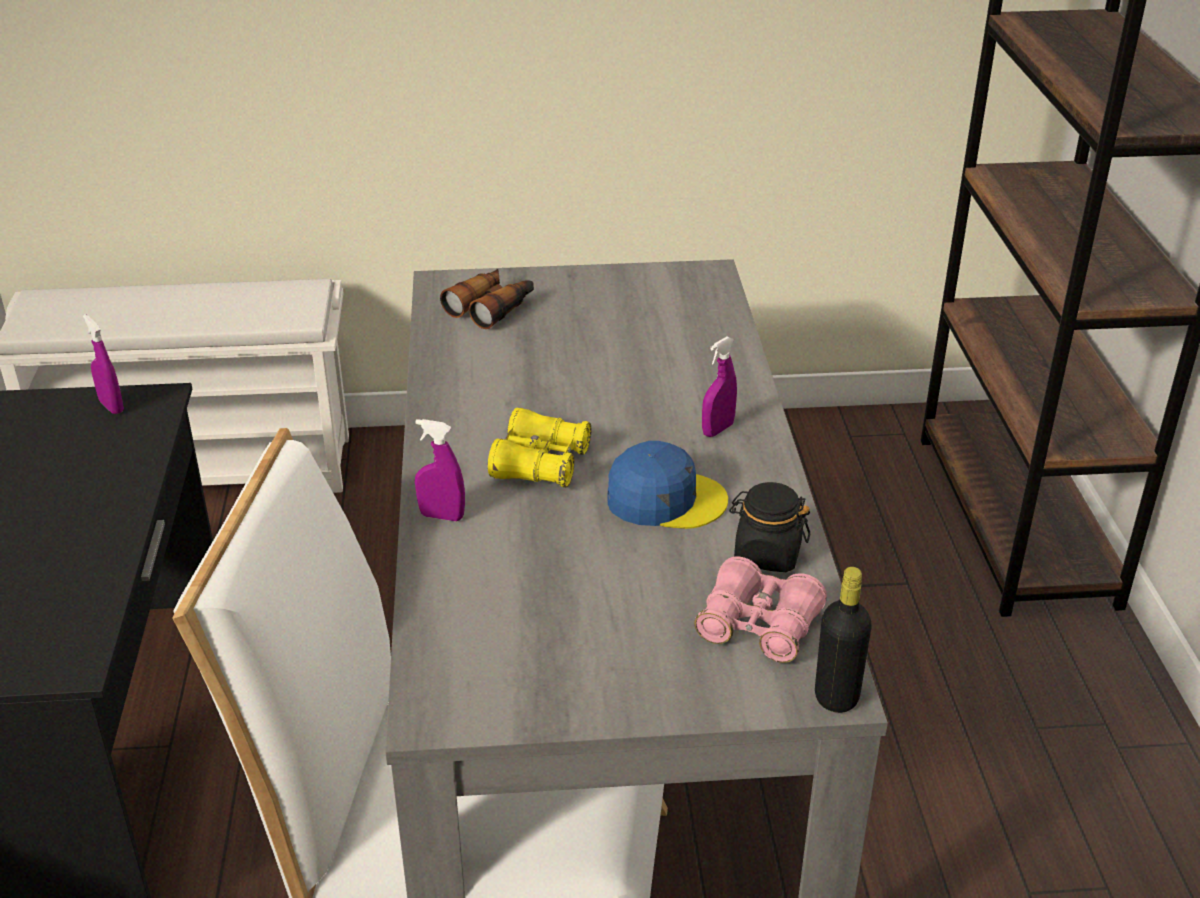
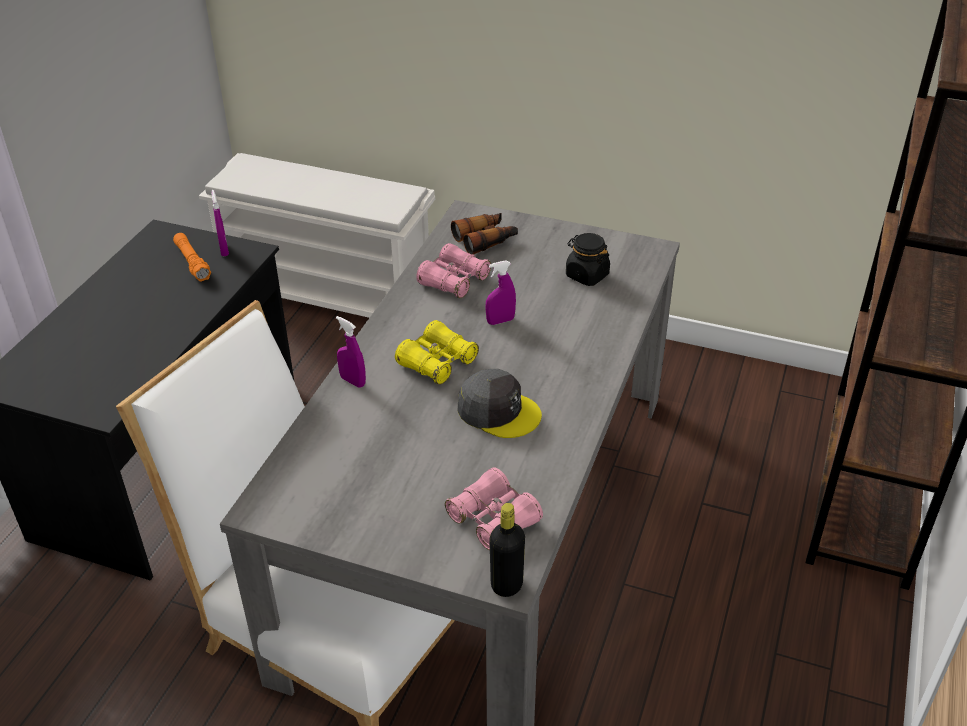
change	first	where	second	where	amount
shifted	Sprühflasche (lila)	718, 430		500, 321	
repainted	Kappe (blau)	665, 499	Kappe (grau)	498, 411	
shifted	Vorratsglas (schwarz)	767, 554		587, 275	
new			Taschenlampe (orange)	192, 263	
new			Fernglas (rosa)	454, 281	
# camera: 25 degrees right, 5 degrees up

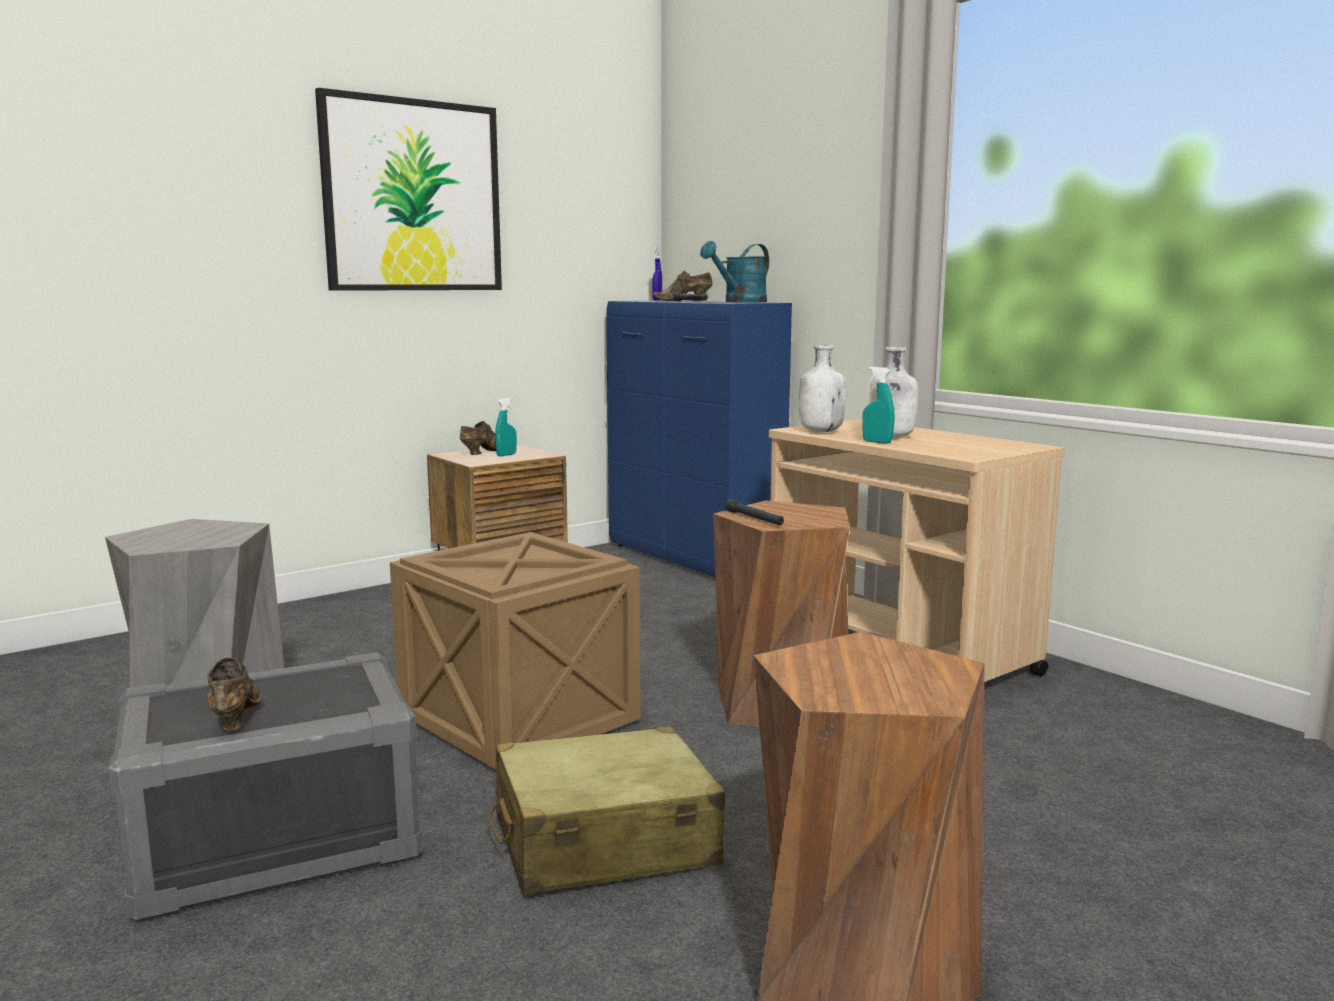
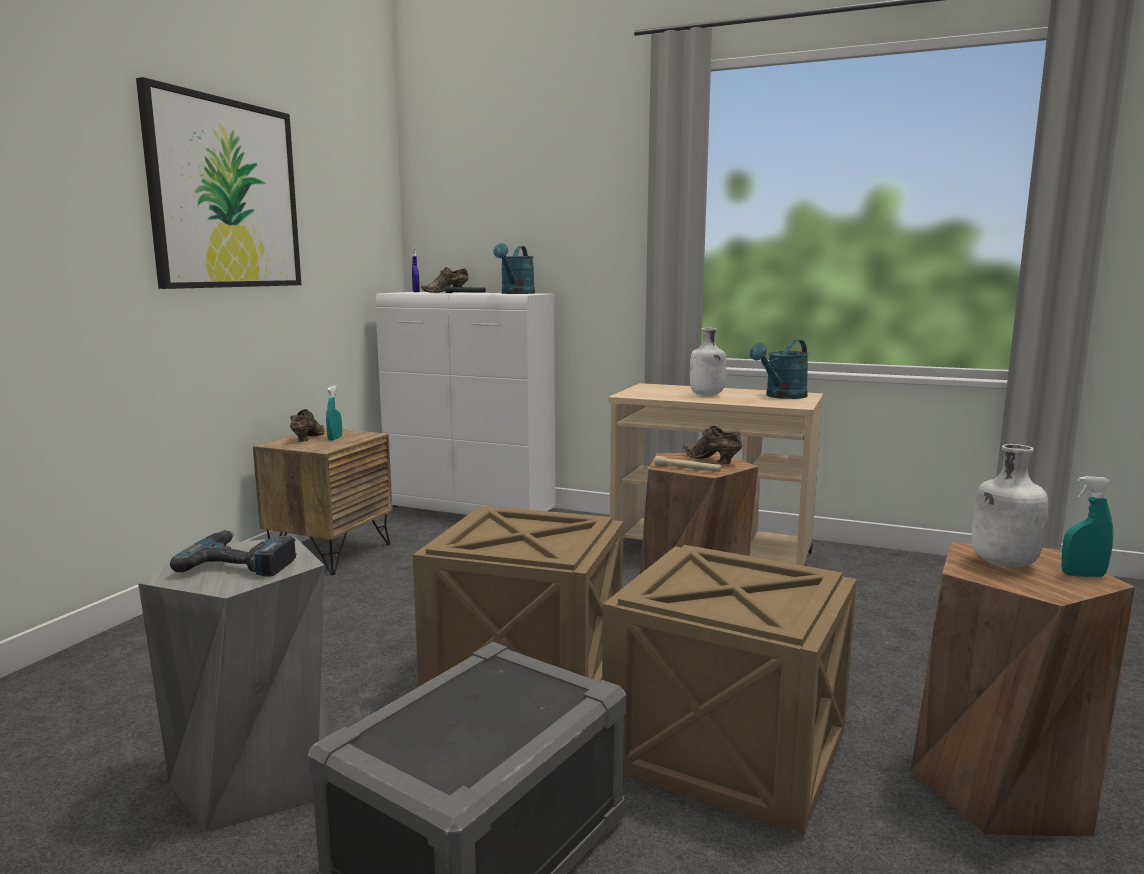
change	first	where	second	where	amount
repainted	Schrank (blau)	694, 559	Schrank (weiß)	471, 509	
shifted	Flasche (weiß)	820, 431		1002, 563	
shifted	Sprühflasche (türkis)	877, 442		1083, 575	
repainted	Taschenlampe (schwarz)	754, 519	Taschenlampe (beige)	687, 469	
shifted	Schuh (braun)	235, 717		712, 460	
swapped	Koffer (beige)	603, 841	Kiste	730, 753	
new			Gießkanne (türkis)	782, 396	
new			Bohrmaschine	242, 562	
# camera: 30 degrees left, 0 degrees up

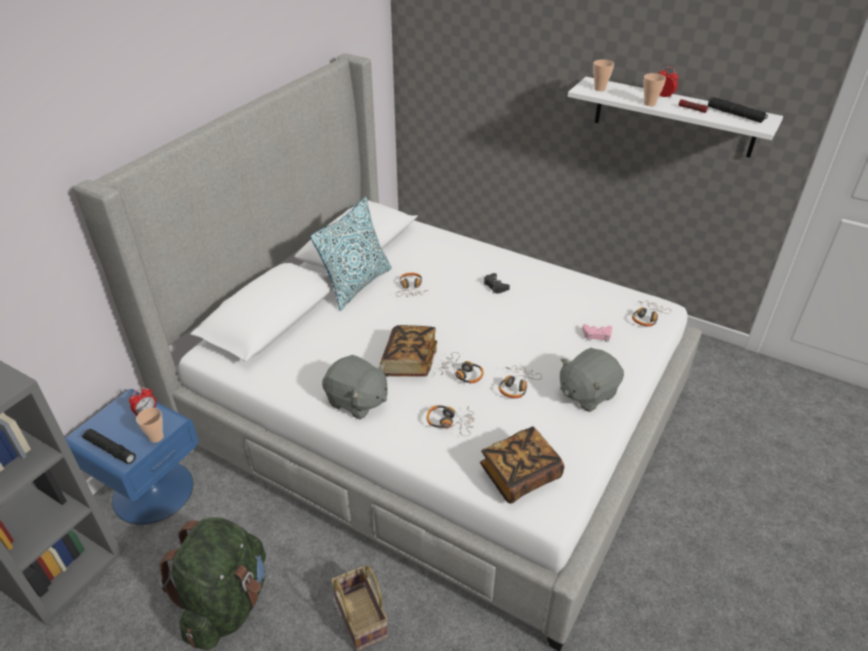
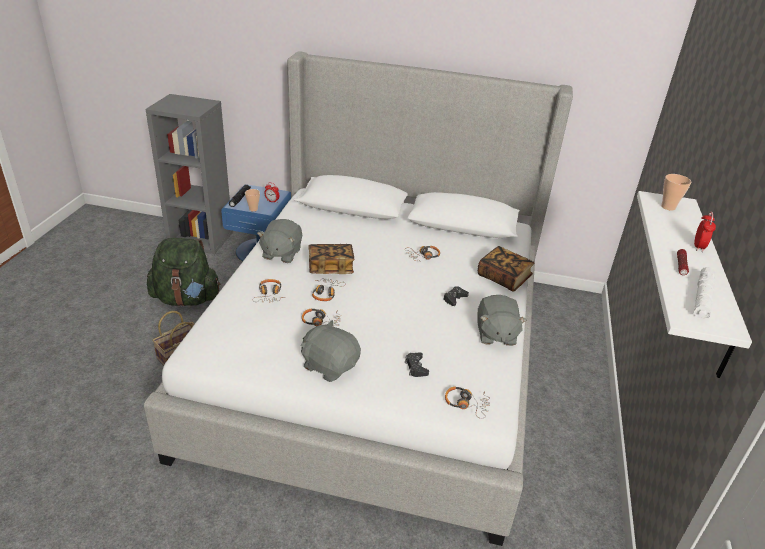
change	first	where	second	where	amount
gone	Tasse	649, 103			
repainted	Taschenlampe (schwarz)	735, 115	Taschenlampe (weiß)	702, 298	
gone	Kissen	357, 285			
repainted	Gamepad (rosa)	597, 335	Gamepad (schwarz)	416, 367	
shifted	Buch	520, 475		503, 278	
new			Plüschtier (grau)	495, 334	
# camera: 70 degrees right, 5 degrees down

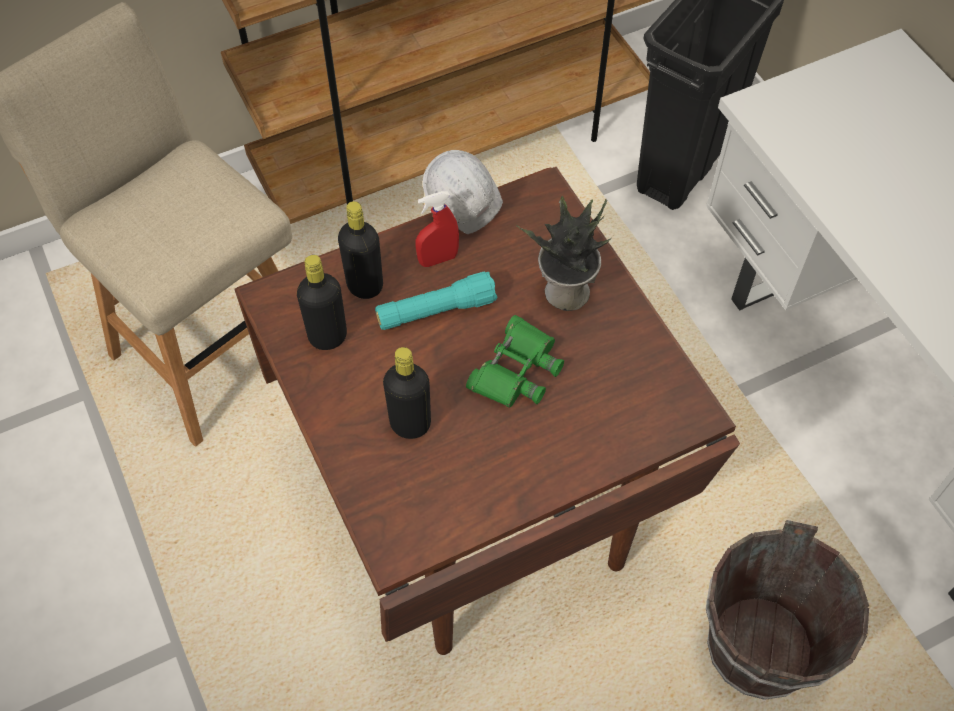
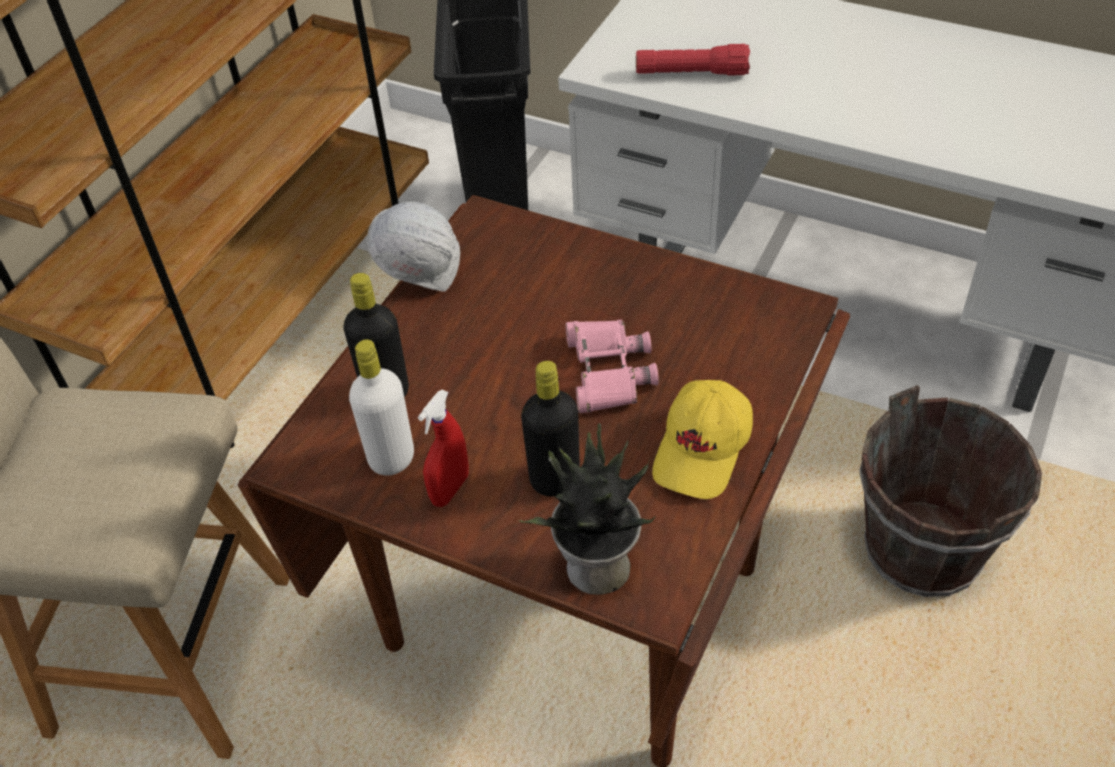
change	first	where	second	where	amount
shifted	Sprühflasche (rot)	438, 259		450, 489	
shifted	Topfpflanze	565, 292		597, 569	
repainted	Flasche (schwarz)	327, 336	Flasche (weiß)	391, 458	
gone	Taschenlampe (türkis)	436, 311			
repainted	Fernglas (grün)	516, 370	Fernglas (rosa)	607, 371	
new			Taschenlampe (rot)	691, 73	
new			Kappe (gelb)	703, 450	
# camera: 35 degrees left, 10 degrees down

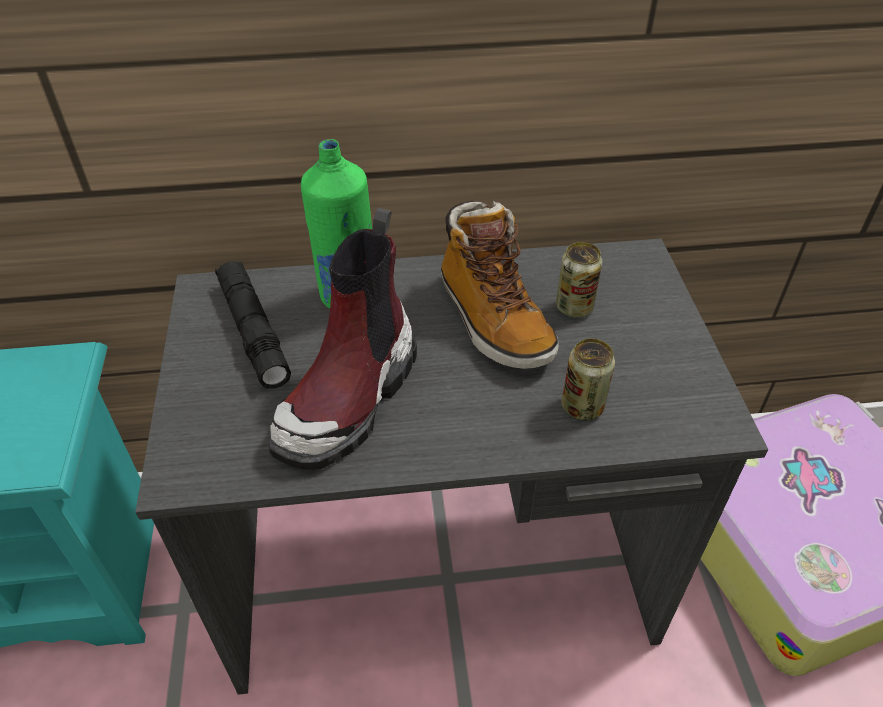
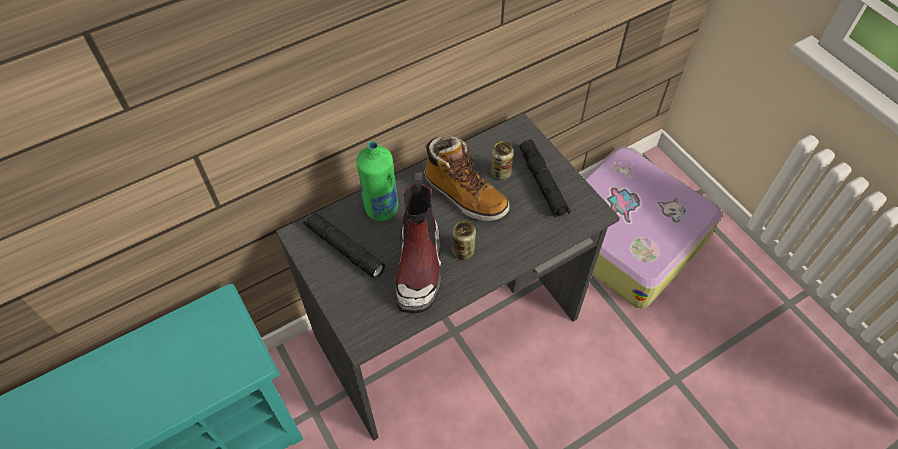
change	first	where	second	where	amount
shifted	Dose	582, 407		463, 251	
new			Taschenlampe (schwarz)	542, 183	
# camera: 25 degrees left, 10 degrees up

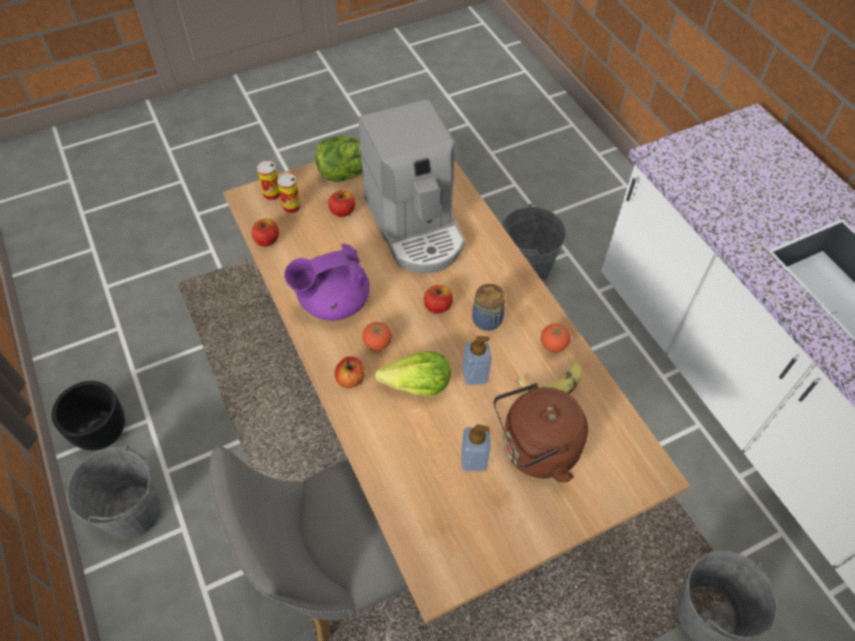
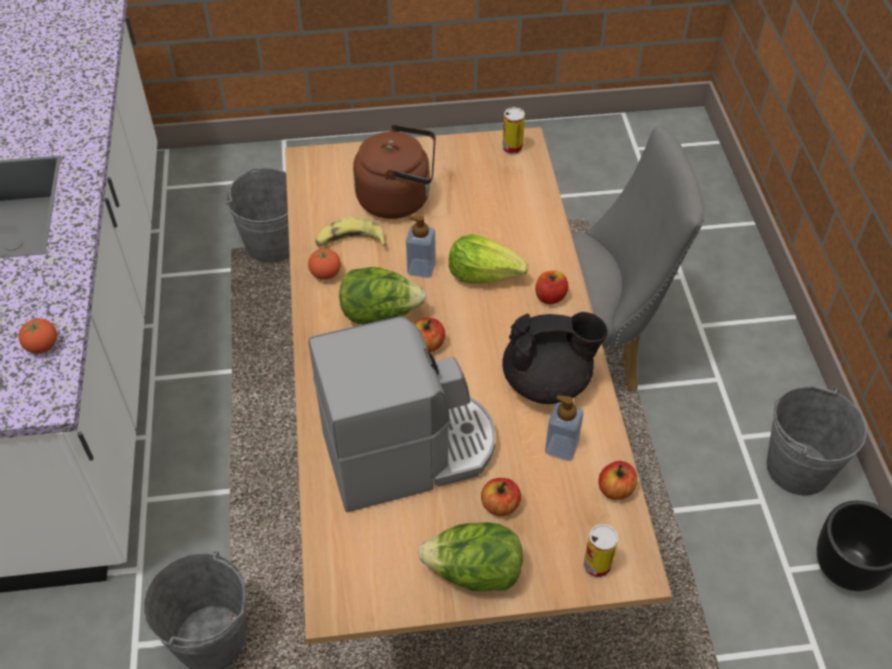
change	first	where	second	where	amount
rotated	Kaffeemaschine	416, 227		409, 452	75 degrees clockwise
shifted	Dose	292, 207		512, 148	
repainted	Teekanne (lila)	332, 302	Teekanne (schwarz)	548, 381	
swapped	Vorratsglas	487, 321	Salatkopf	380, 314	
shifted	Tomate	377, 343		42, 346	
shifted	Seifenspender	473, 460		561, 447	
# camera: 160 degrees left, 5 degrees down

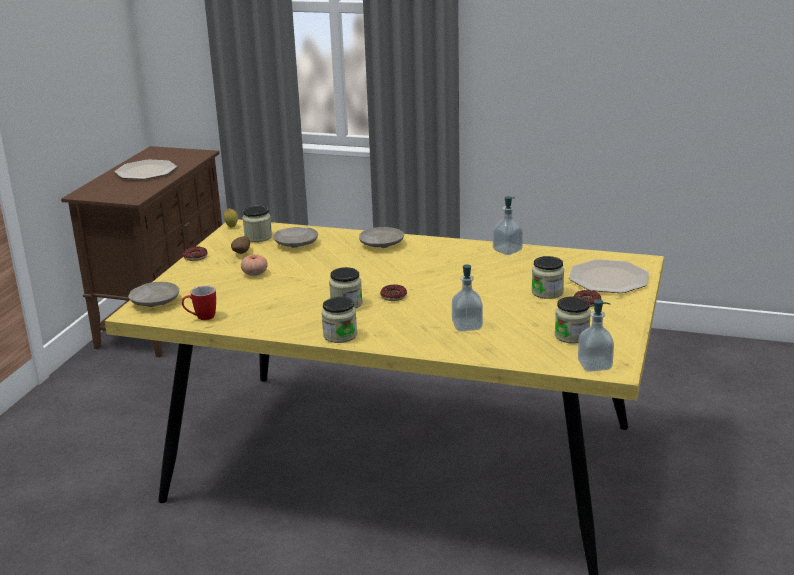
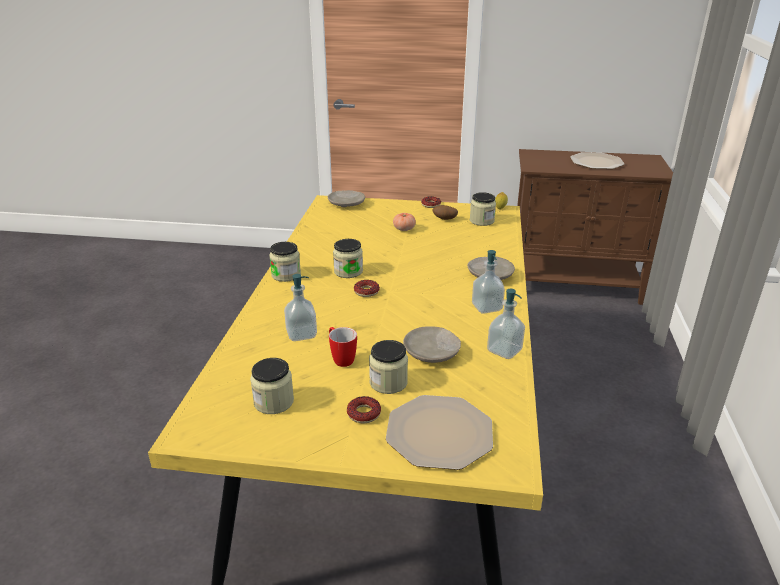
change	first	where	second	where	amount
shifted	Teller (beige)	296, 243		432, 352	
shifted	Henkelbecher	201, 318		341, 359	
shifted	Seifenspender	594, 365		486, 307	
# camera: 80 degrees right, 5 degrees up

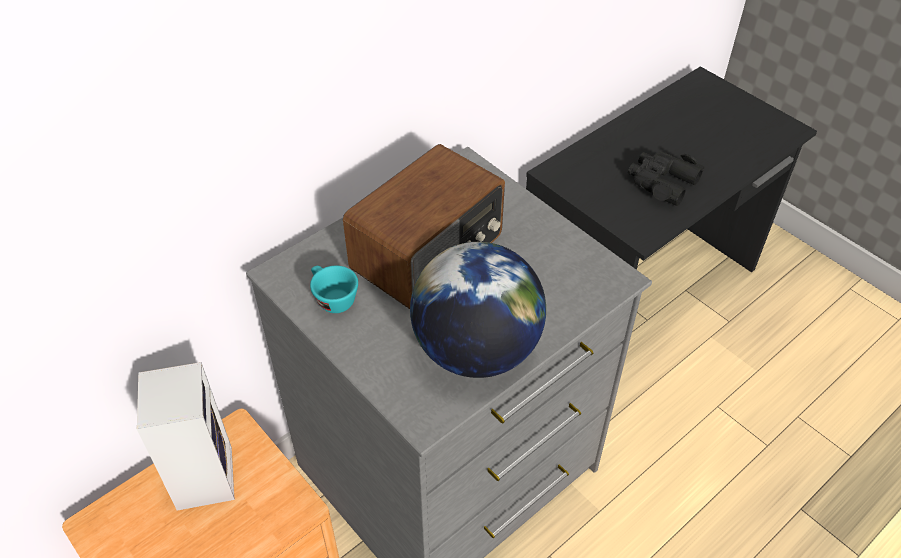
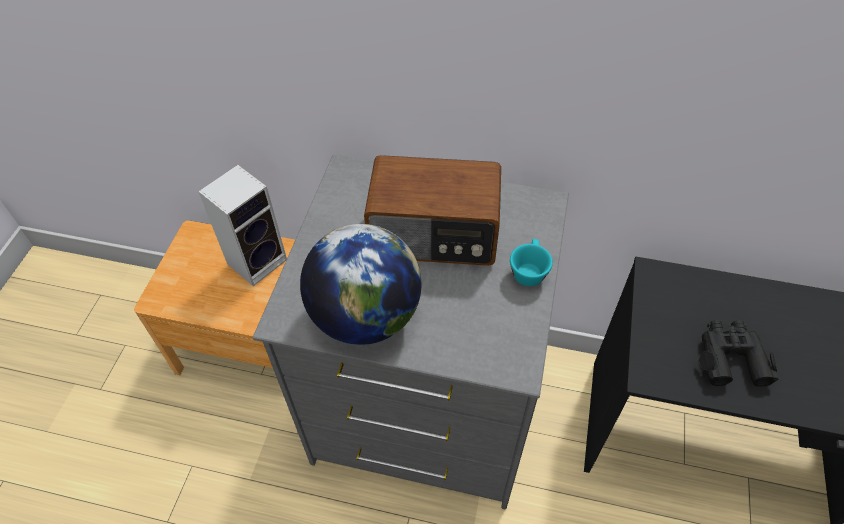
change	first	where	second	where	amount
shifted	Tasse (türkis)	332, 298		528, 270	
# camera: 55 degrees right, 5 degrees up

